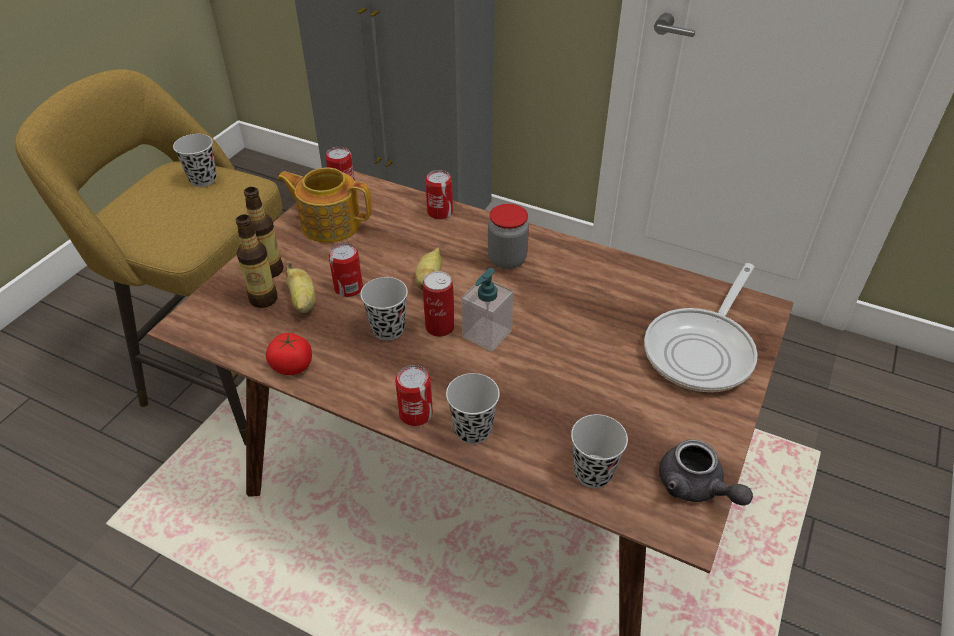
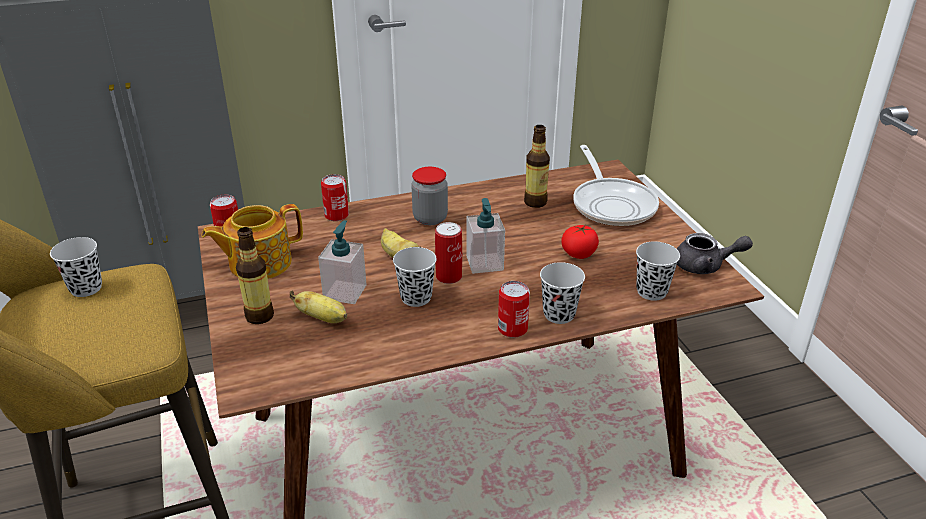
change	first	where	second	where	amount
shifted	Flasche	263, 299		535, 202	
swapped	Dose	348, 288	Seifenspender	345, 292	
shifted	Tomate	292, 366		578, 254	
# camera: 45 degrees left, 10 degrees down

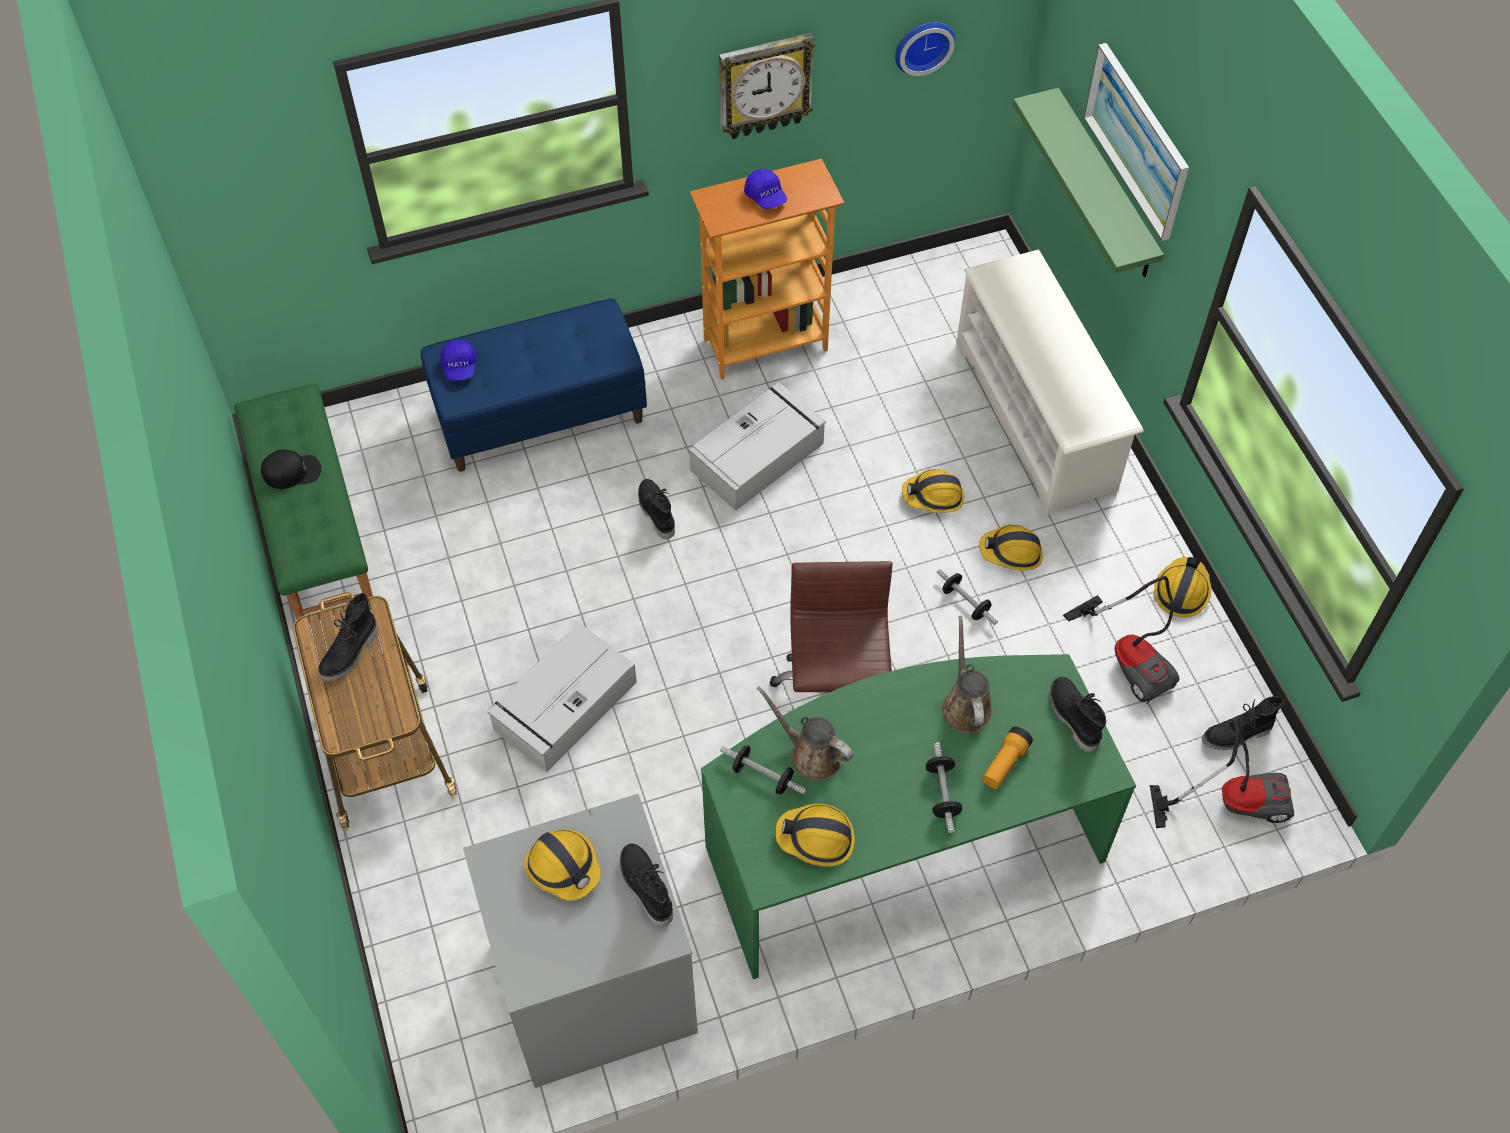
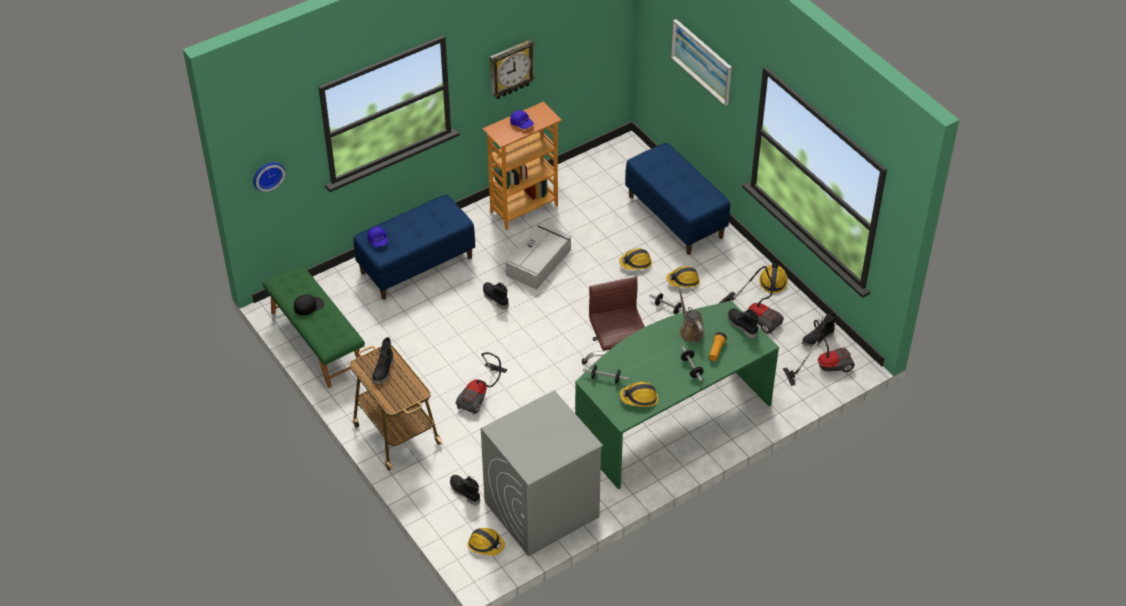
change	first	where	second	where	amount
shifted	Wanduhr	922, 44		267, 174	
gone	Wandregal (grün)	1105, 186			
swapped	Schuhregal (weiß)	1036, 416	Bank (blau)	676, 216	
swapped	Aufbewahrungsbox (grau)	563, 707	Staubsauger	480, 395	
gone	Gießkanne (braun)	811, 754			
shifted	Schutzhelm	564, 867		486, 544	
shifted	Stiefel (schwarz)	645, 888		464, 492	
# camera: 15 degrees left, 10 degrees down

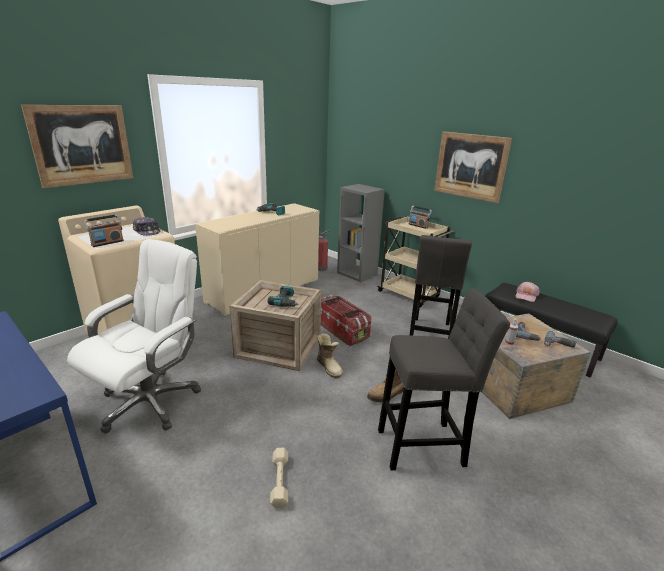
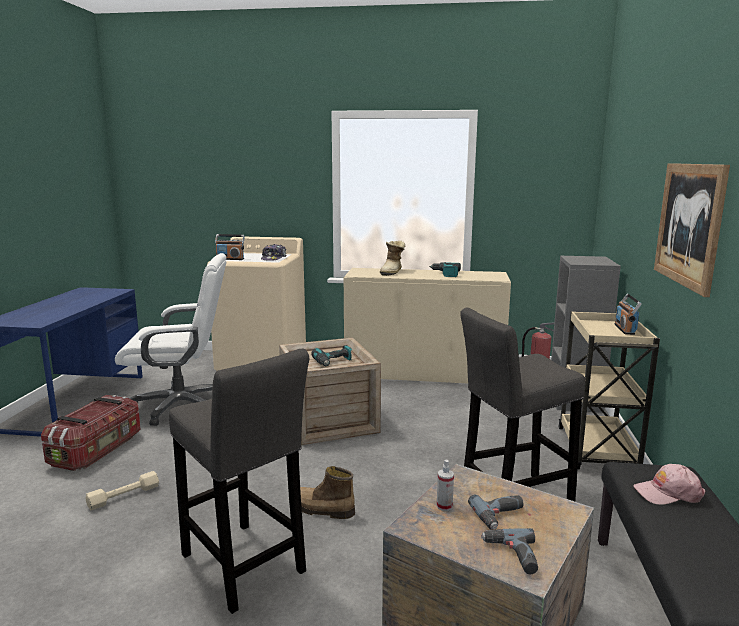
change	first	where	second	where	amount
gone	Bild	82, 145			
shifted	Aufbewahrungsbox	342, 330		98, 450	
shifted	Stiefel	329, 367		392, 272	
# camera: 55 degrees right, 10 degrees down

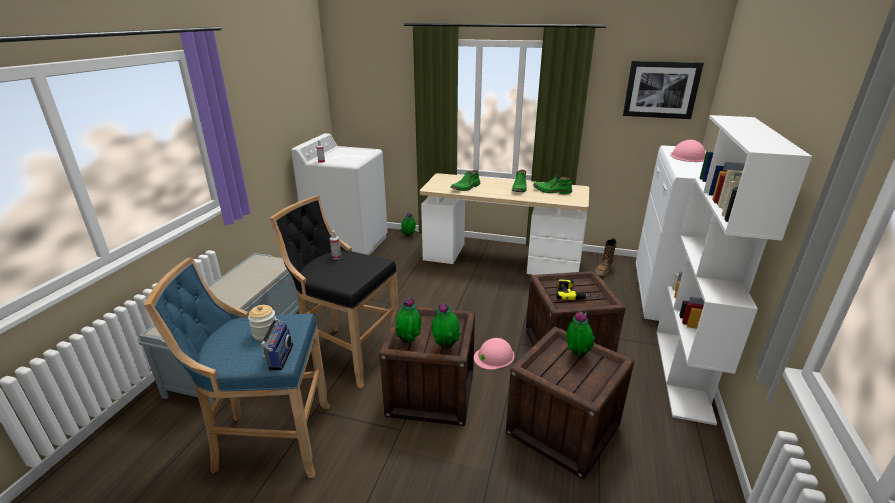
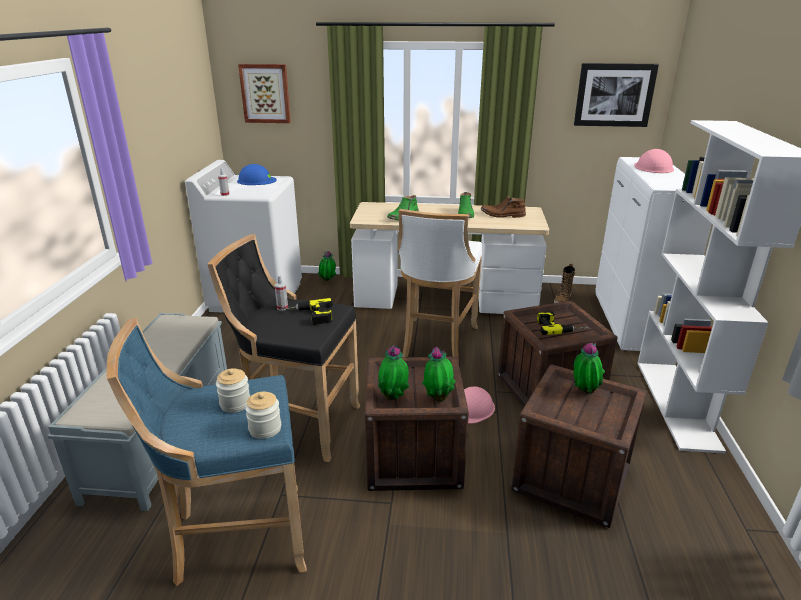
change	first	where	second	where	amount
repainted	Stiefel (grün)	551, 191	Stiefel (braun)	502, 215	
swapped	Radio	279, 357	Vorratsglas	265, 429	
new			Bild	265, 93	
new			Schutzhelm (blau)	256, 180	
new			Hocker (weiß)	436, 342	
new			Bohrmaschine	308, 316	
# camera: 10 degrees left, 0 degrees up

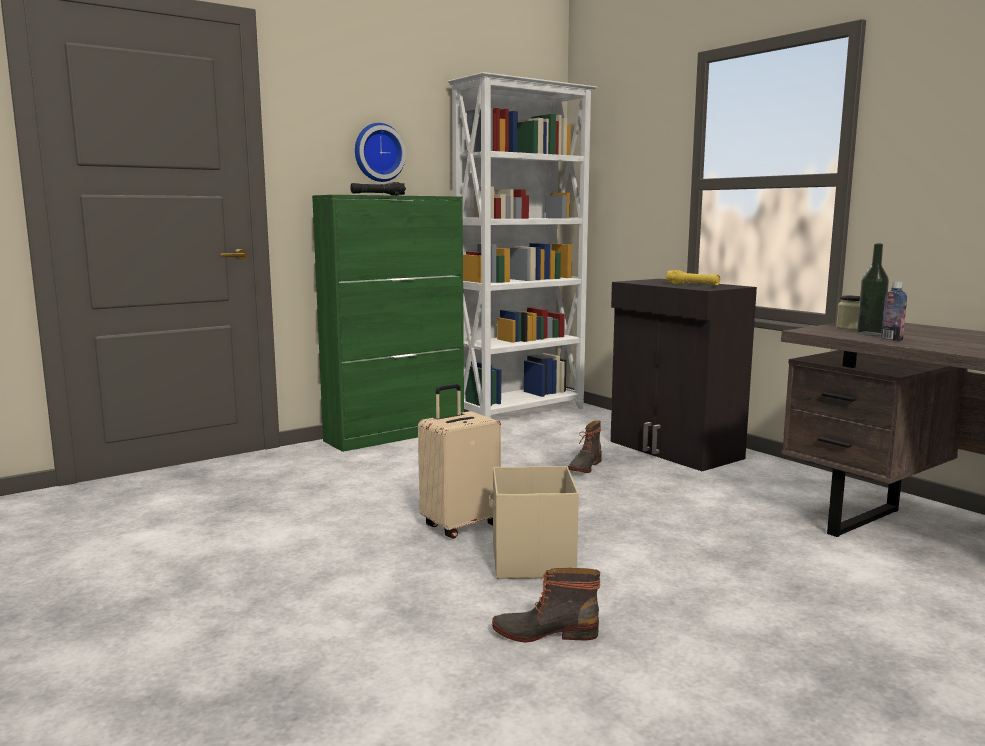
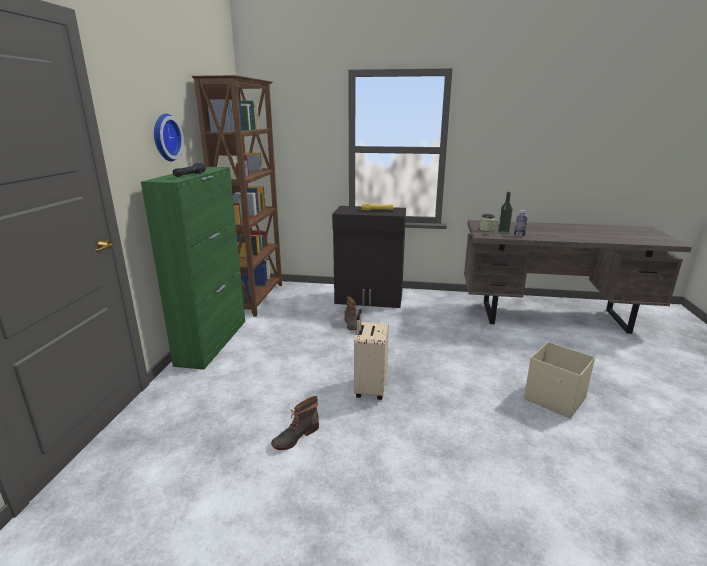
change	first	where	second	where	amount
repainted	Bücherregal (weiß)	522, 412	Bücherregal (braun)	255, 298	
shifted	Aufbewahrungsbox (beige)	532, 561		555, 399	
shifted	Stiefel	545, 632		295, 436	
# camera: 45 degrees left, 10 degrees up

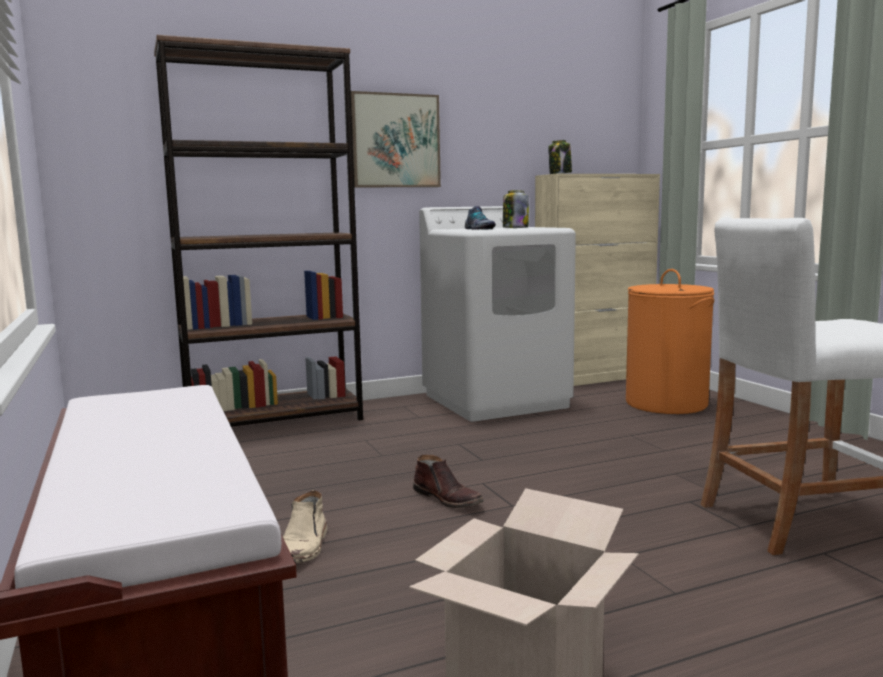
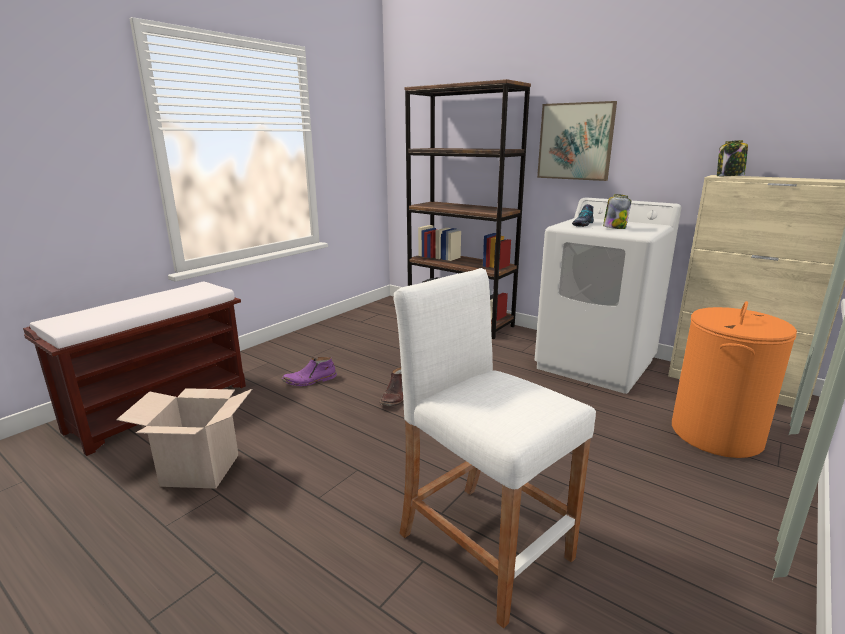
change	first	where	second	where	amount
repainted	Stiefel (beige)	303, 548	Stiefel (lila)	310, 380	
# camera: 60 degrees right, 10 degrees up

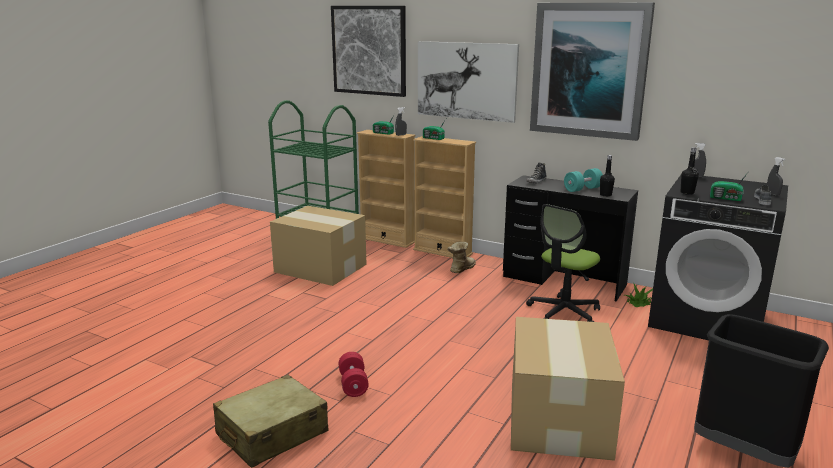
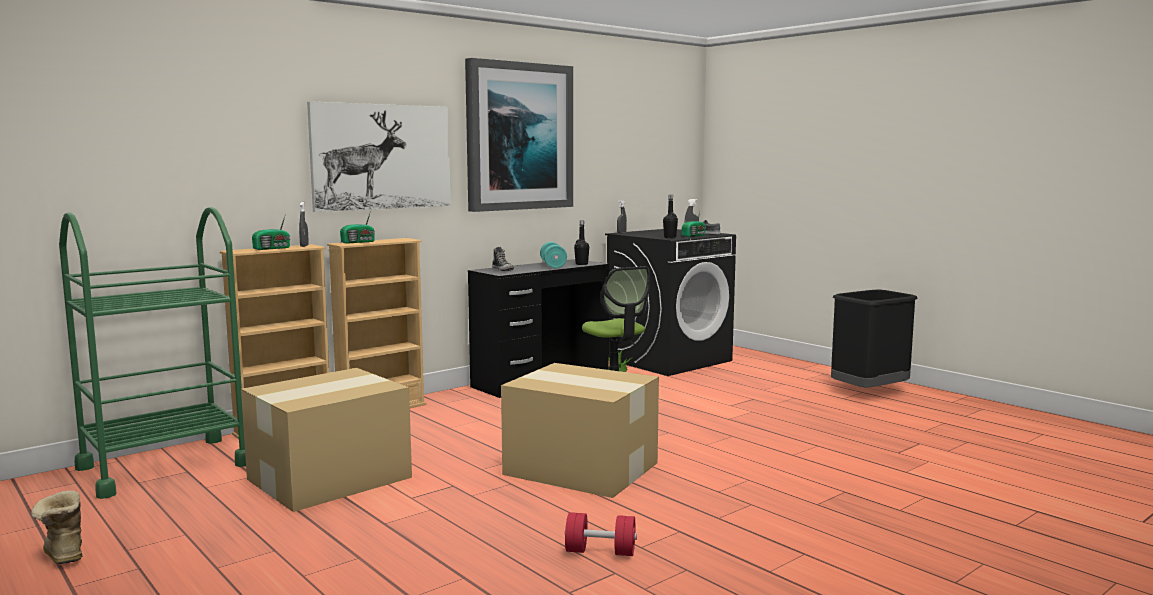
change	first	where	second	where	amount
gone	Bild	369, 50			
shifted	Stiefel	460, 269		63, 555	
shifted	Karton	559, 418		580, 468	
shifted	Hantel (rot)	353, 384		600, 552	
gone	Koffer (beige)	271, 434			
# camera: 70 degrees left, 10 degrees down

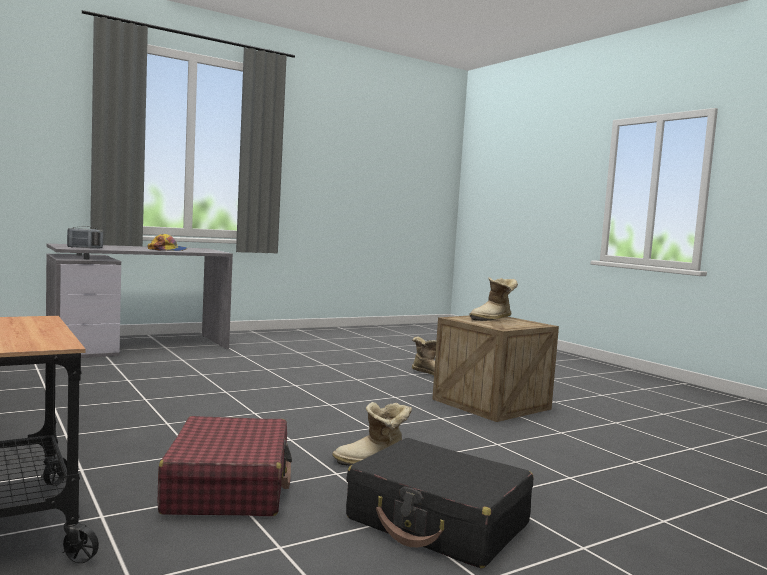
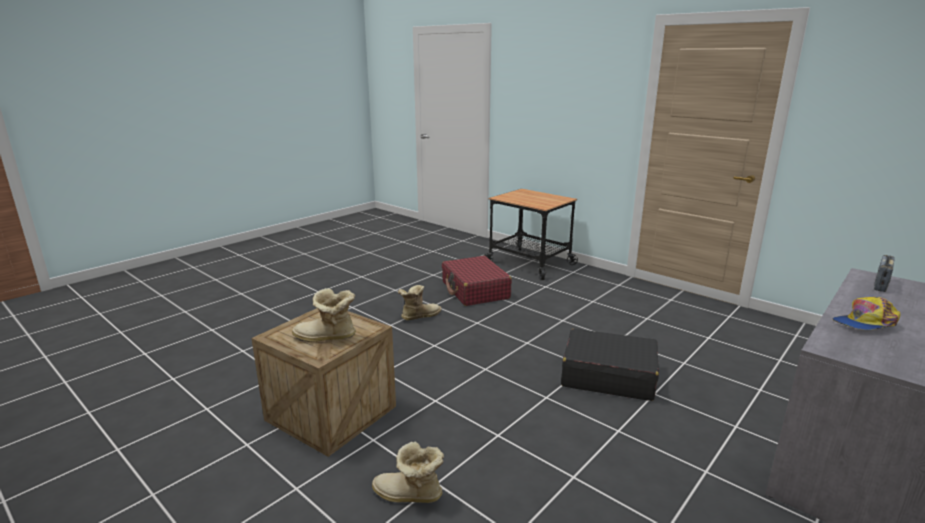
change	first	where	second	where	amount
rotated	Stiefel	493, 319		326, 338	120 degrees counterclockwise
shifted	Koffer (schwarz)	438, 522		608, 376	
# camera: 165 degrees right, 15 degrees up

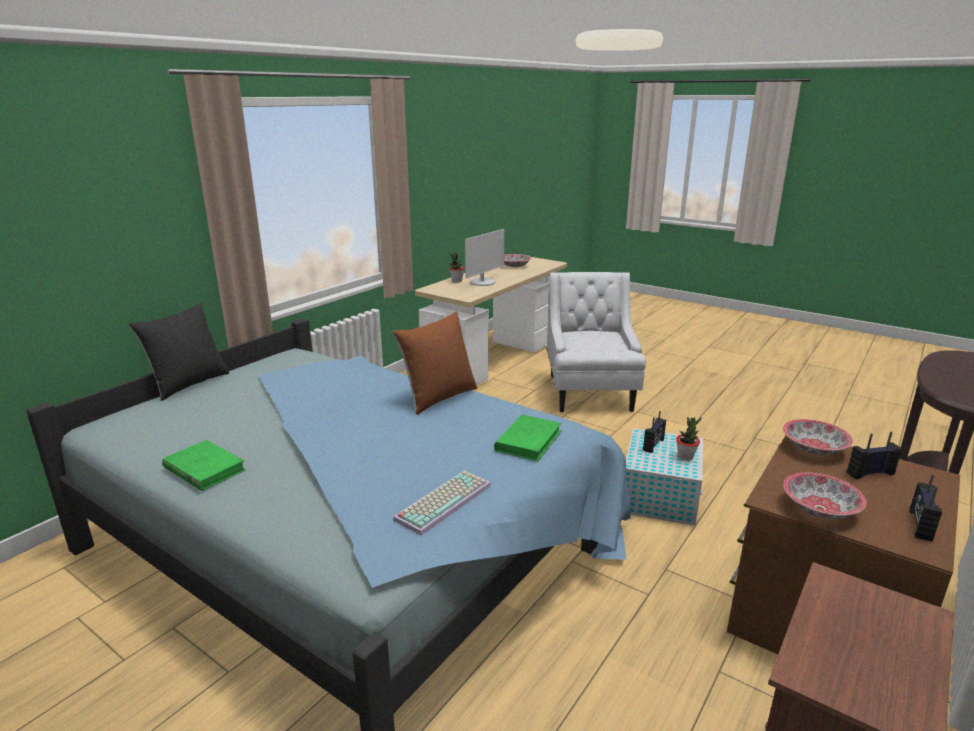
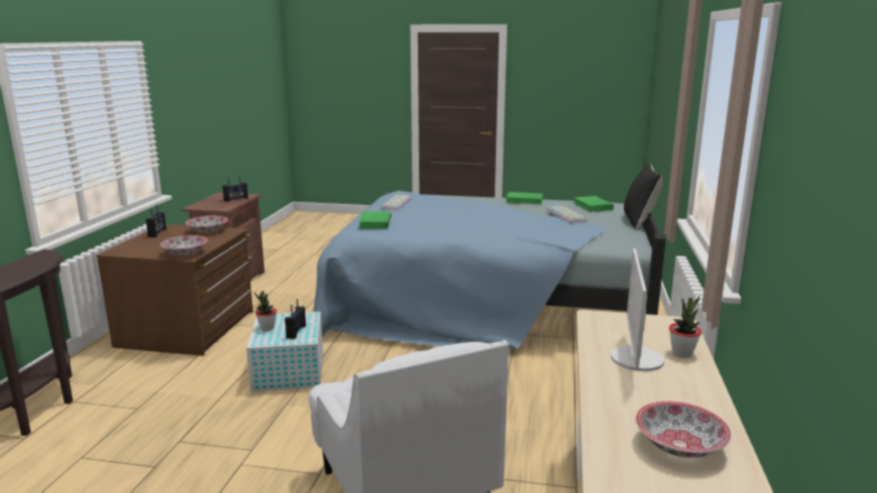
change	first	where	second	where	amount
gone	Kissen (braun)	438, 397			
shifted	Radio	870, 473		236, 199	
new			Buch (grün)	592, 206	
new			Tastatur	567, 215	
# camera: 155 degrees right, 5 degrees down

